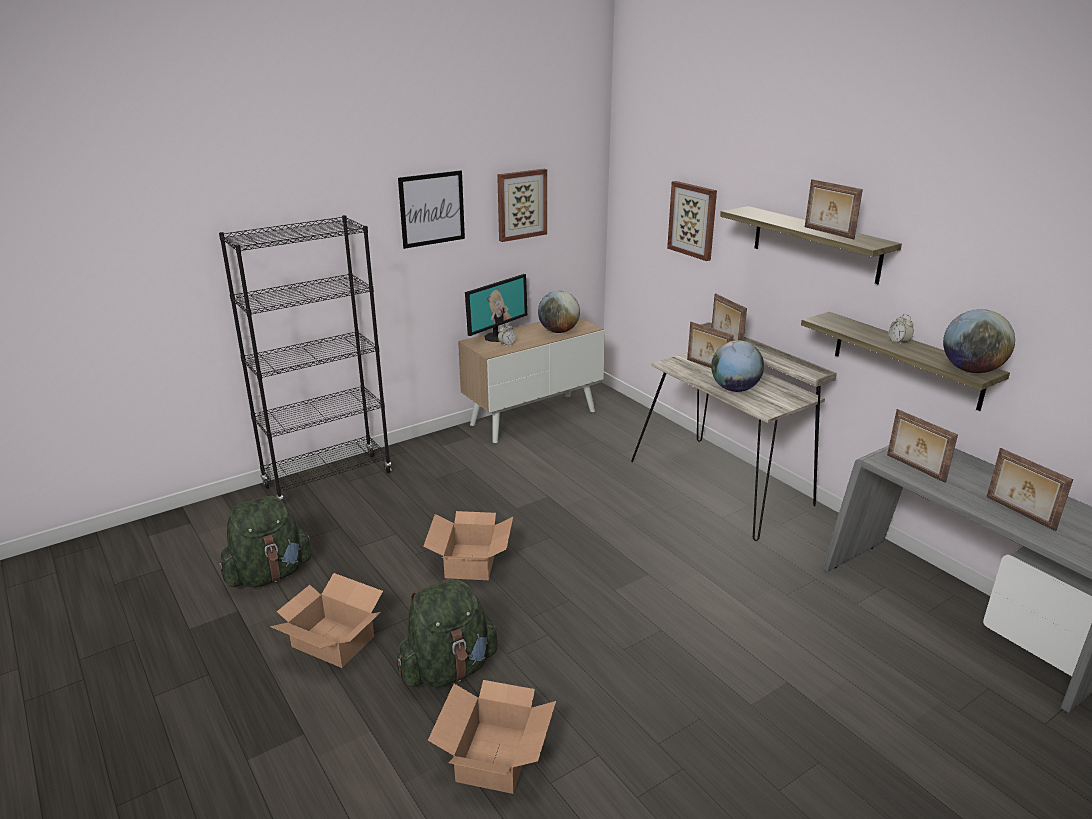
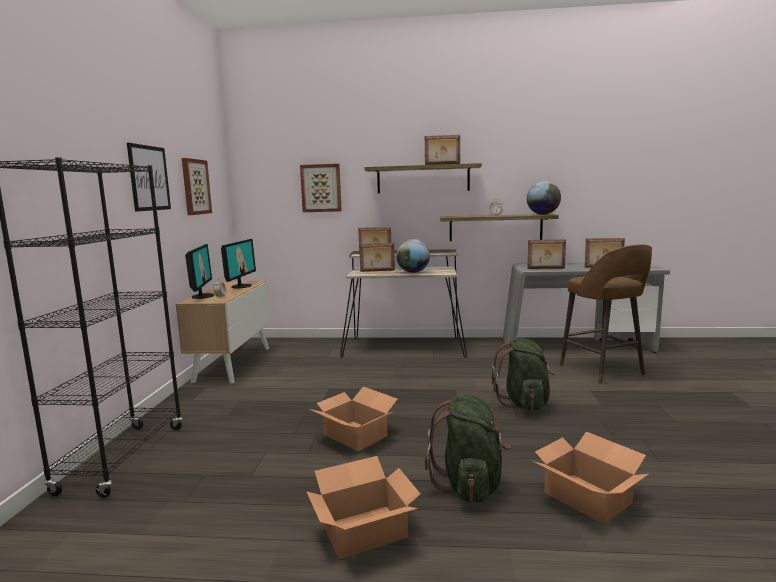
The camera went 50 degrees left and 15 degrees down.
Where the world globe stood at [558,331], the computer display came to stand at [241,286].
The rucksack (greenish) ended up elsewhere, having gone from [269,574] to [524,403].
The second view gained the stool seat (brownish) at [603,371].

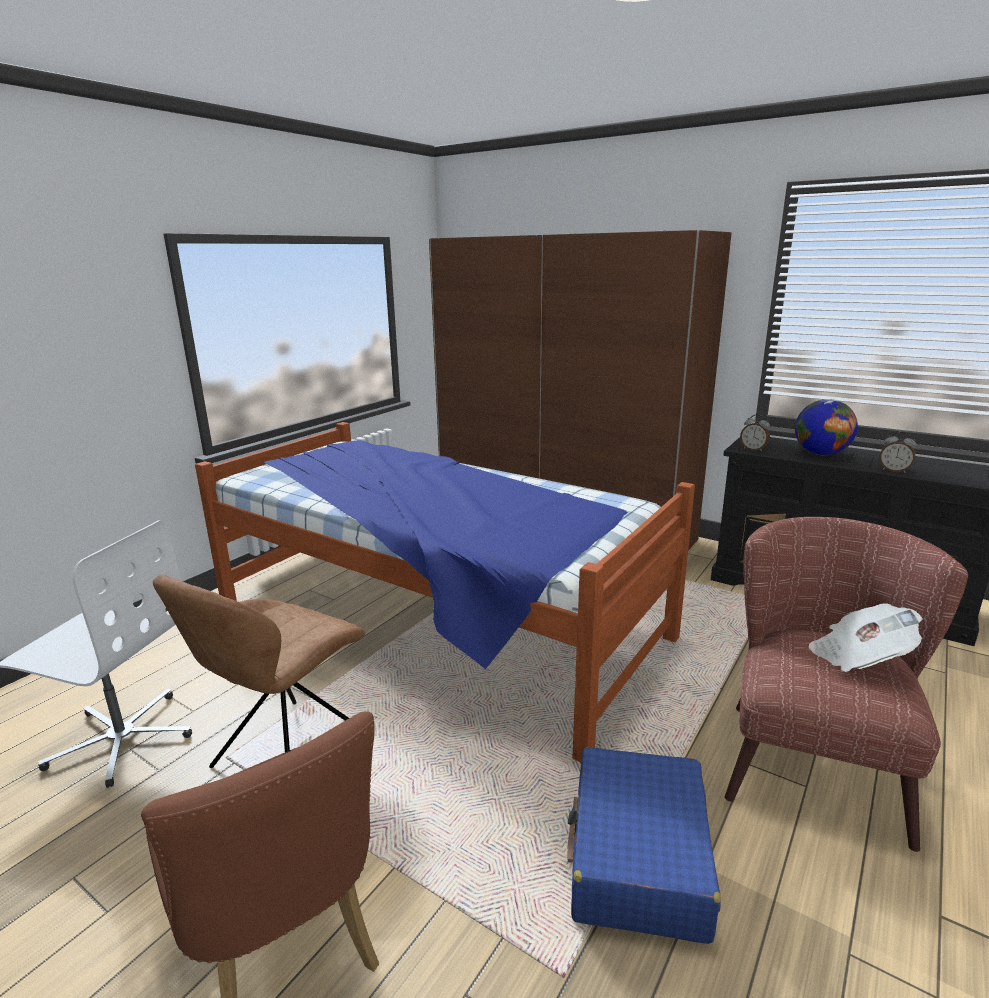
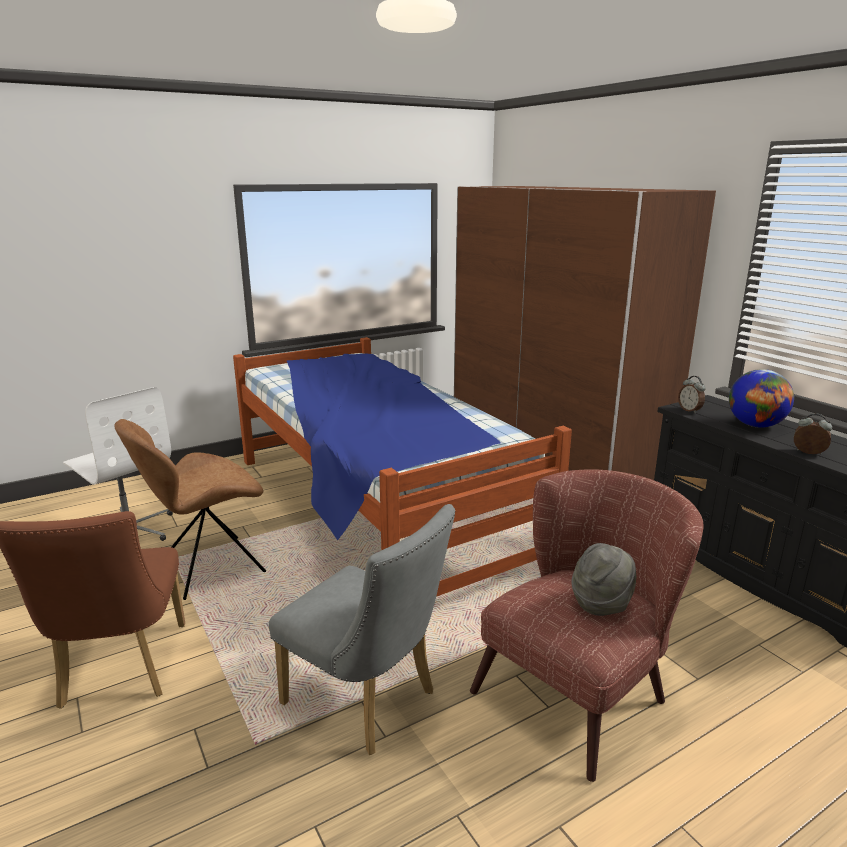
The camera went 25 degrees right and 0 degrees up.
The table clock at [894,470] ended up facing another way, 150 degrees clockwise from before.
Where the newspaper stood at [859,657], the clothing hat (grey) came to stand at [601,602].
Where the suitcase (blue) stood at [638,857], the plain chair (grey) came to stand at [368,702].

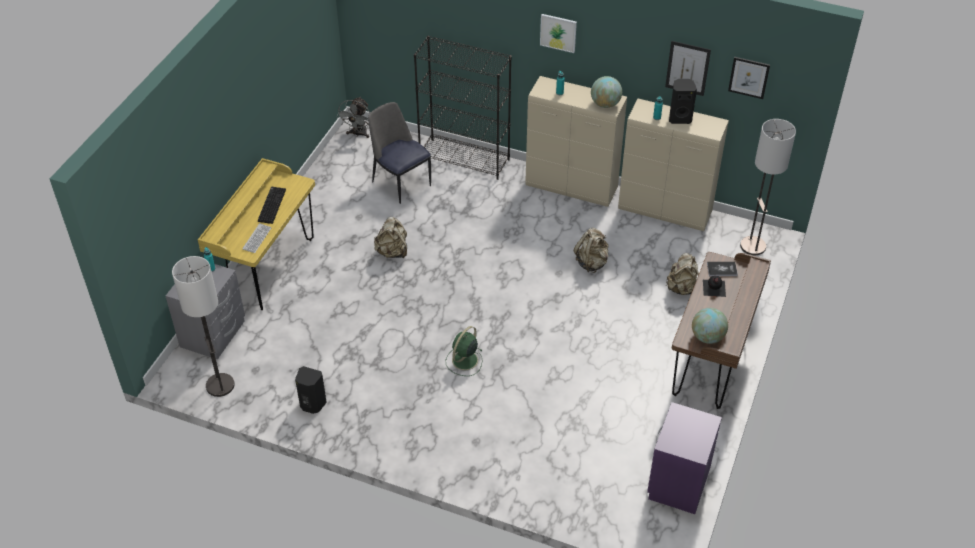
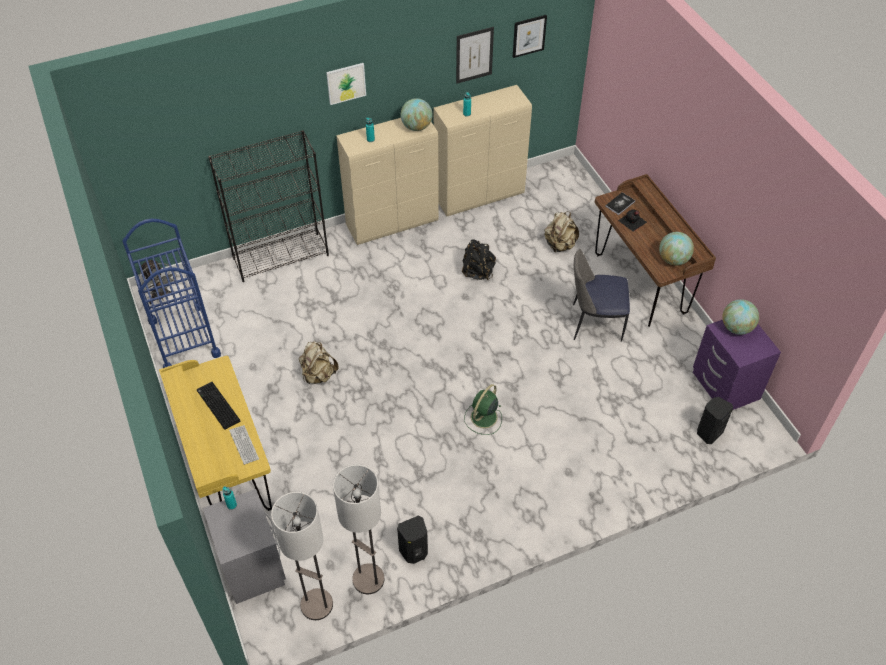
The camera went 45 degrees left and 5 degrees up.
The loudspeaker (black-coloured) ended up elsewhere, having gone from [679,118] to [708,432].
The plain chair ended up elsewhere, having gone from [400,182] to [594,323].
The standard lamp ended up elsewhere, having gone from [752,246] to [368,579].
What was the rucksack (sand-coloured) at [592,262] turned into the rucksack (black-coloured) at [478,271].
The electric fan (greenish) at [464,361] ended up facing another way, 45 degrees clockwise from before.
The second view gained the cart (blue) at [184,338].
The second view gained the world globe at [736,328].

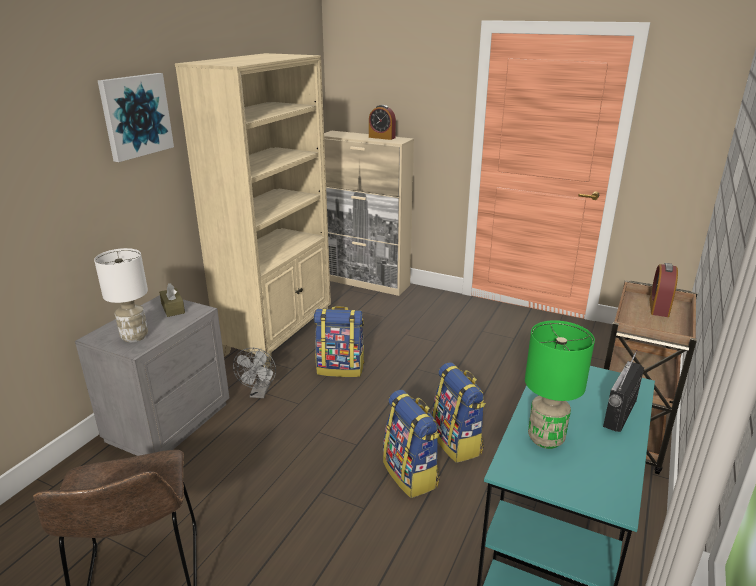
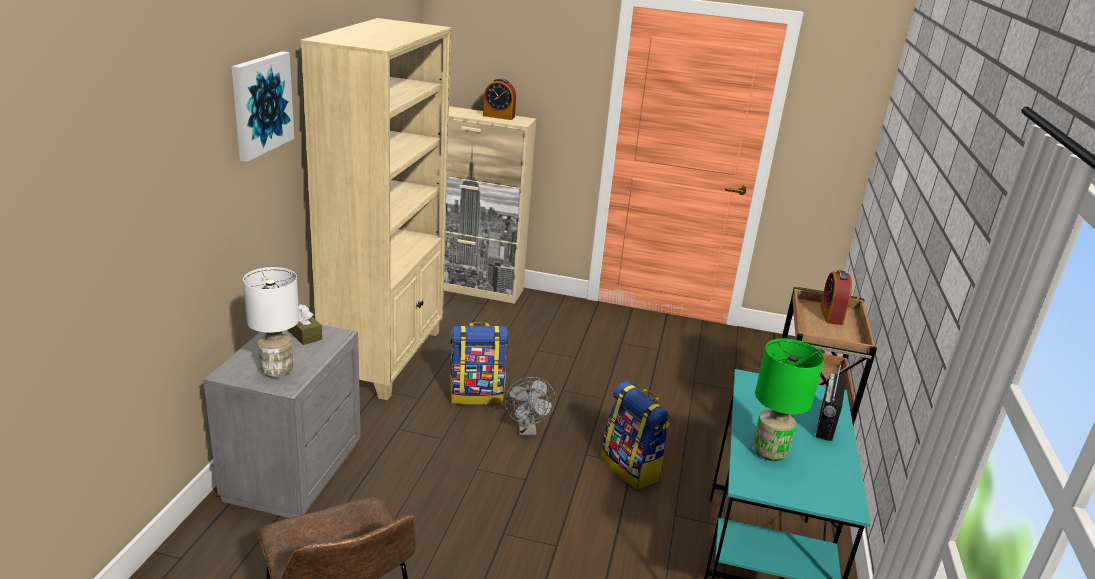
The camera went 15 degrees left and 0 degrees up.
The electric fan (grey) ended up elsewhere, having gone from [259,393] to [527,430].
The second view lost the rucksack at [411,474].

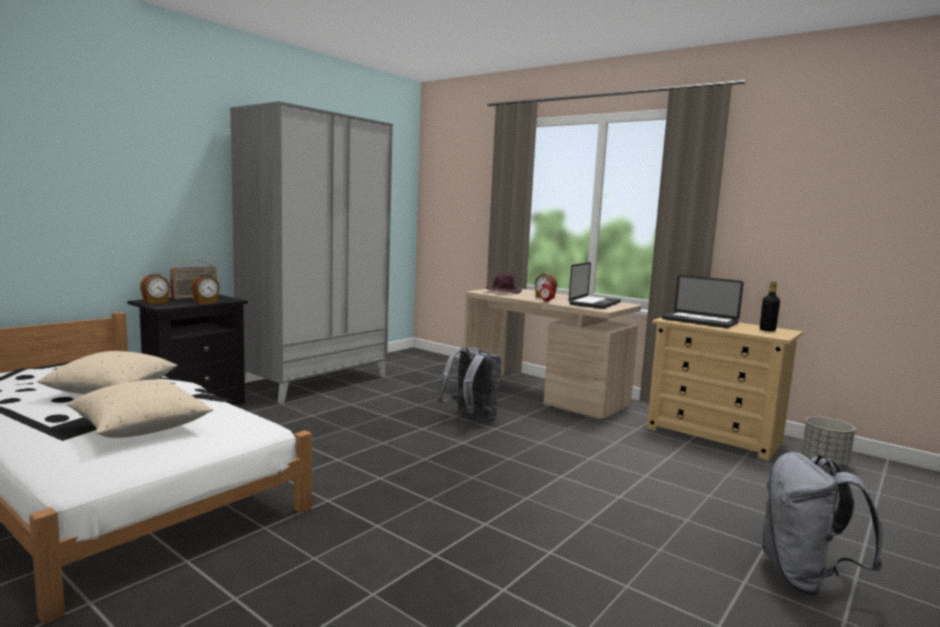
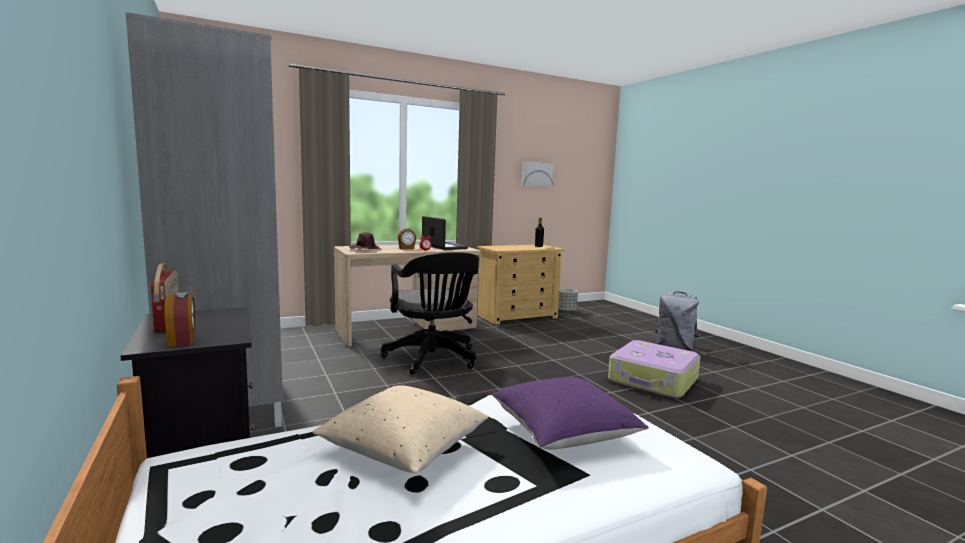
The camera went 65 degrees left and 0 degrees up.
The second view lost the table clock at [206,302].
The second view lost the laptop at [699,321].
Where the rucksack (grey) stood at [471,420], the computer chair (black-coloured) came to stand at [433,359].
What was the pillow (sand-coloured) at [141,429] turned into the pillow (purplish) at [563,433].
The second view gained the wall art at [537,174].
The second view gained the suitcase at [653,380].

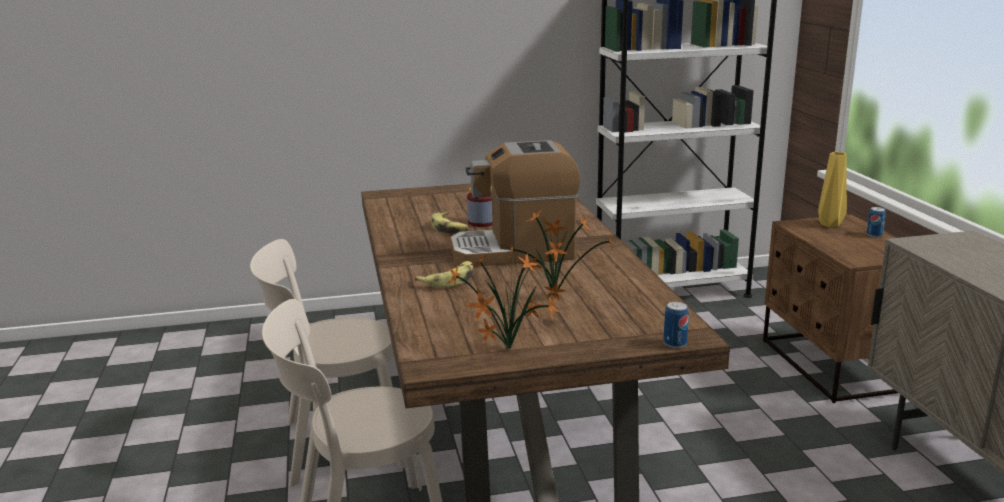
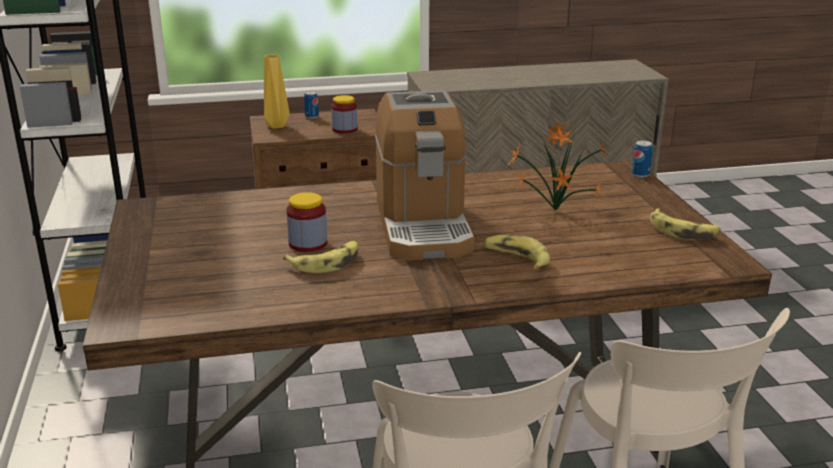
The camera went 90 degrees left and 5 degrees up.
Where the plant in a pot stood at [506,350], the banana came to stand at [683,231].
The second view gained the preserve jar at [344,129].

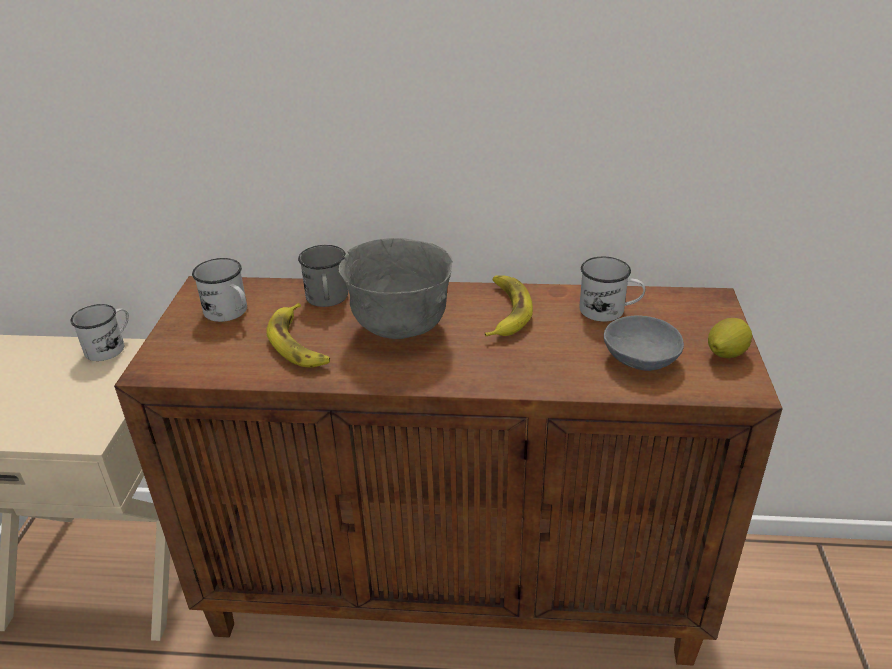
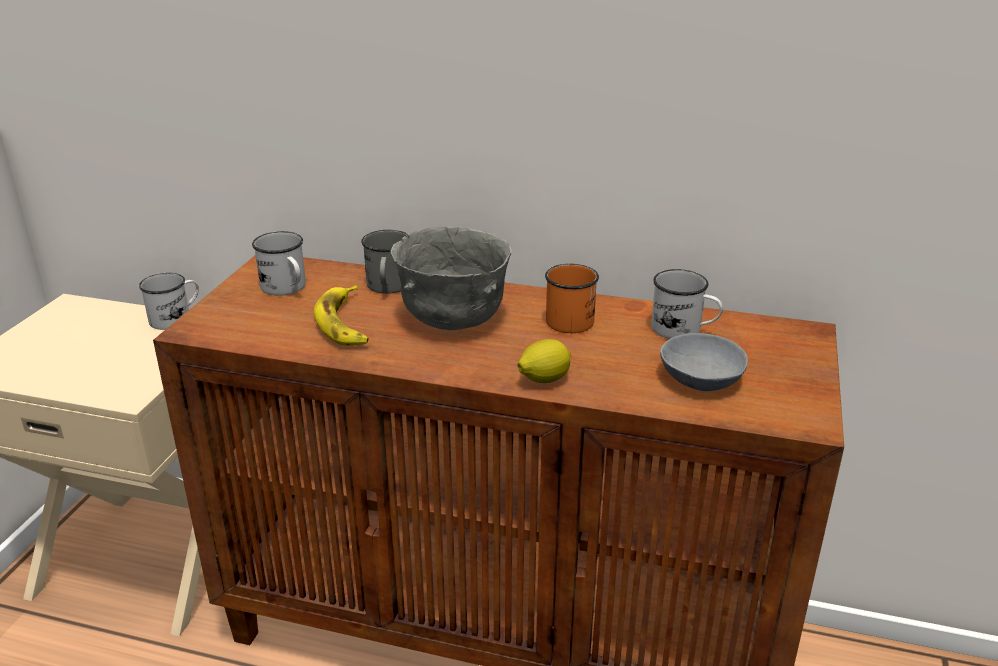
The camera went 10 degrees right and 5 degrees down.
Where the banana stood at [505,311], the mug (orangey) came to stand at [570,318].
The whole lemon ended up elsewhere, having gone from [725,354] to [543,380].

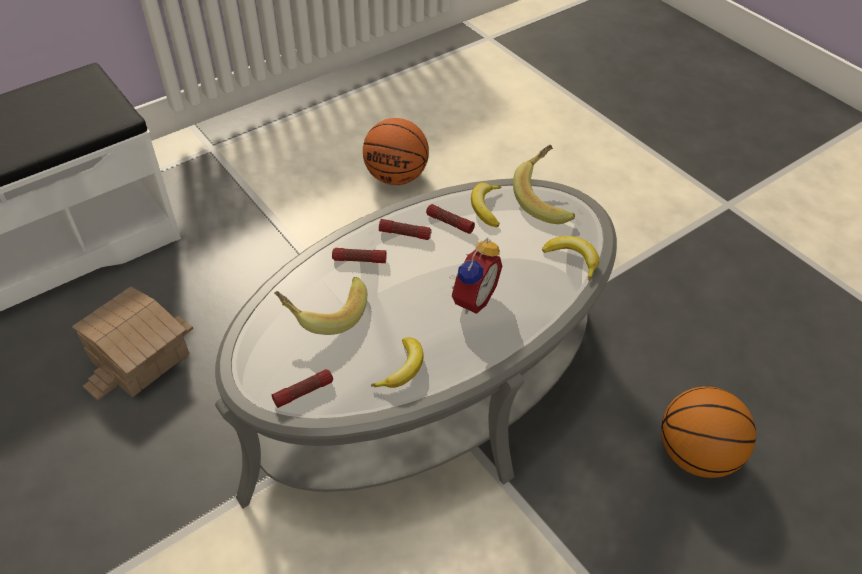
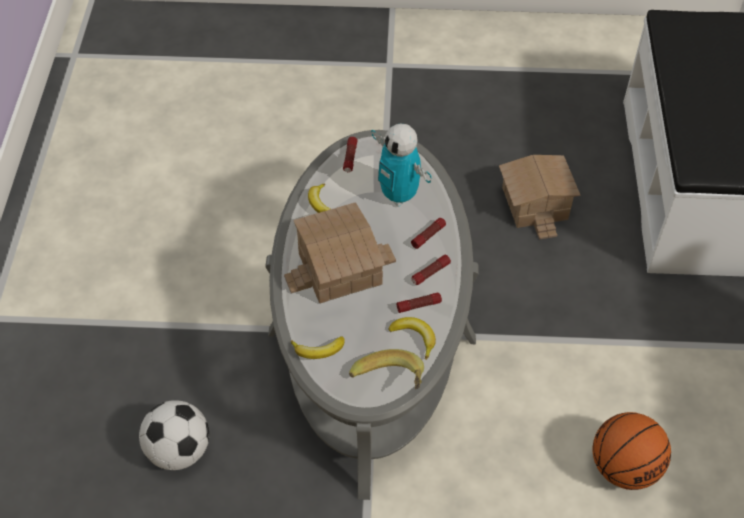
The camera went 130 degrees right and 5 degrees up.
Where the table clock stood at [471,299], the model house came to stand at [341,270].
Where the banana stood at [324,313], the model robot came to stand at [399,195].
Where the basketball stood at [696,455], the football came to stand at [179,450].

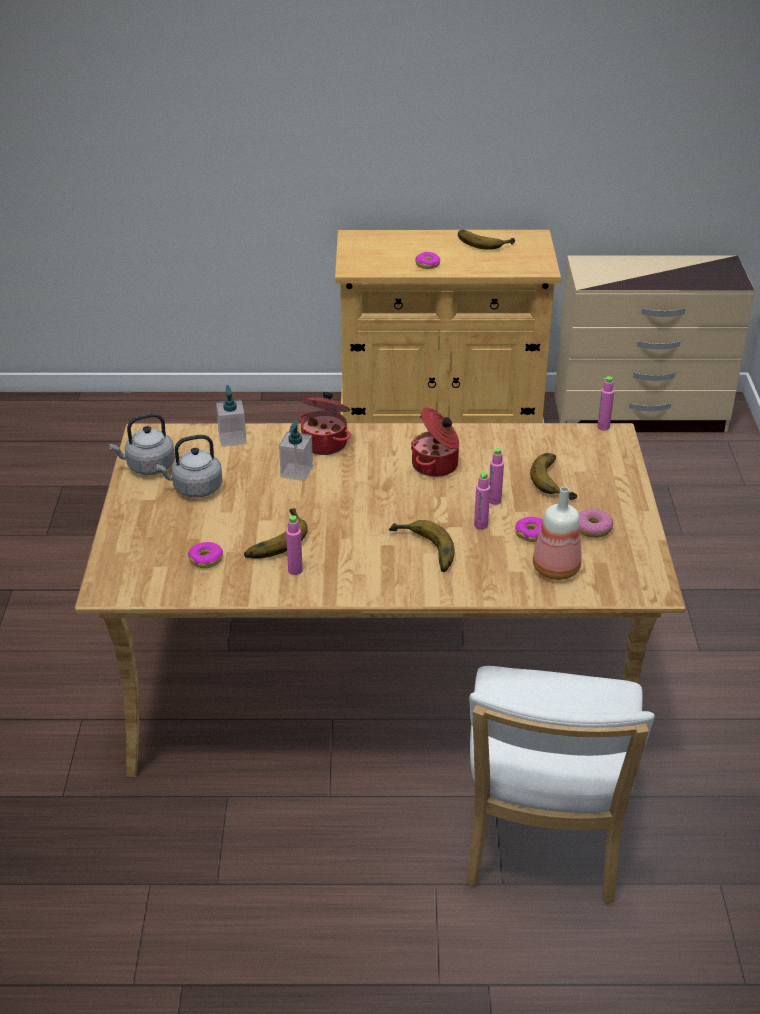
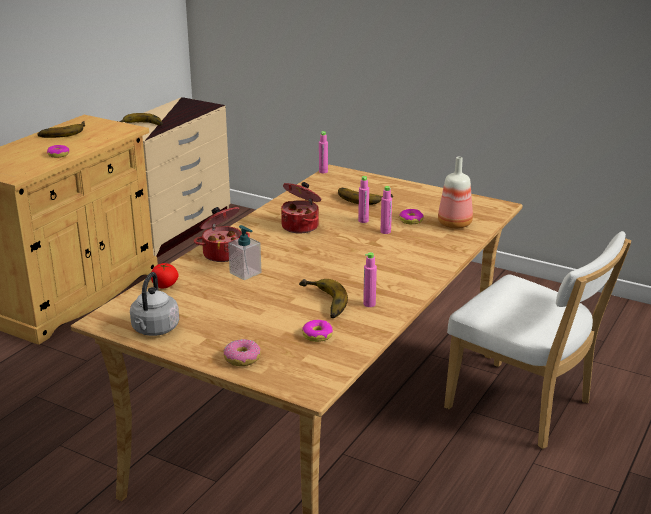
The camera went 60 degrees left and 10 degrees down.
Where the soap bottle stood at [232,438], the tomato came to stand at [164,285].
The second view lost the kettle (grey) at [195,489].
The donut ended up elsewhere, having gone from [592,529] to [242,359].
The banana ended up elsewhere, having gone from [422,551] to [140,125].

